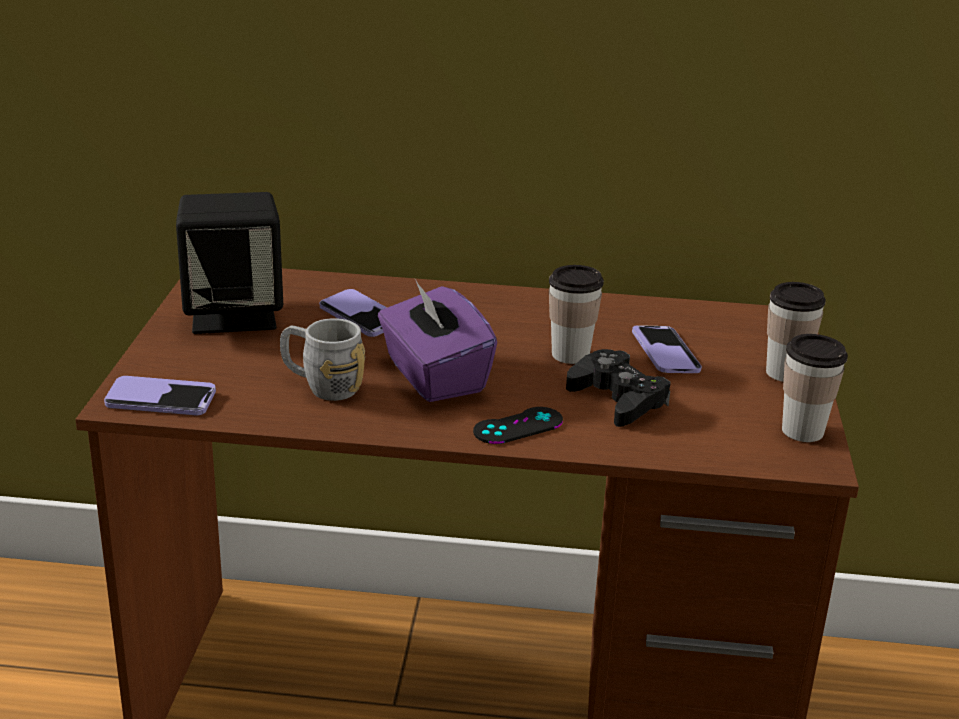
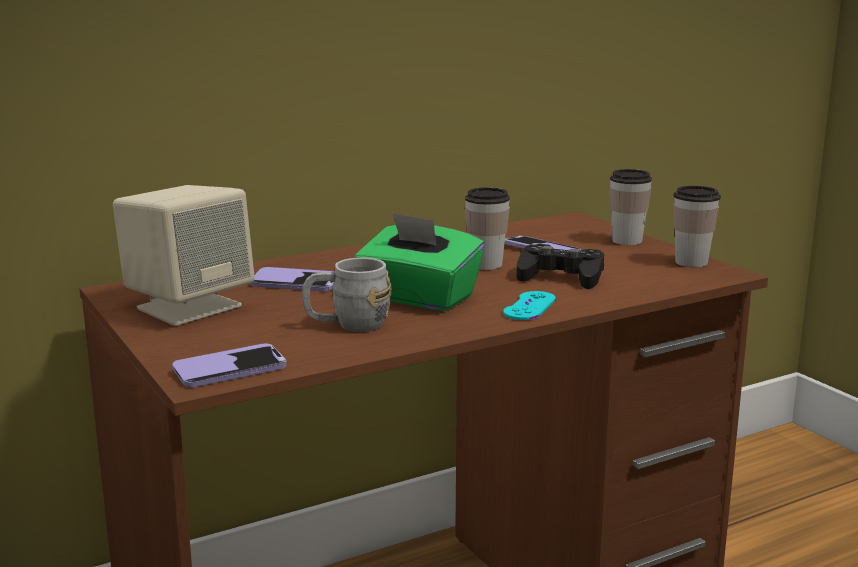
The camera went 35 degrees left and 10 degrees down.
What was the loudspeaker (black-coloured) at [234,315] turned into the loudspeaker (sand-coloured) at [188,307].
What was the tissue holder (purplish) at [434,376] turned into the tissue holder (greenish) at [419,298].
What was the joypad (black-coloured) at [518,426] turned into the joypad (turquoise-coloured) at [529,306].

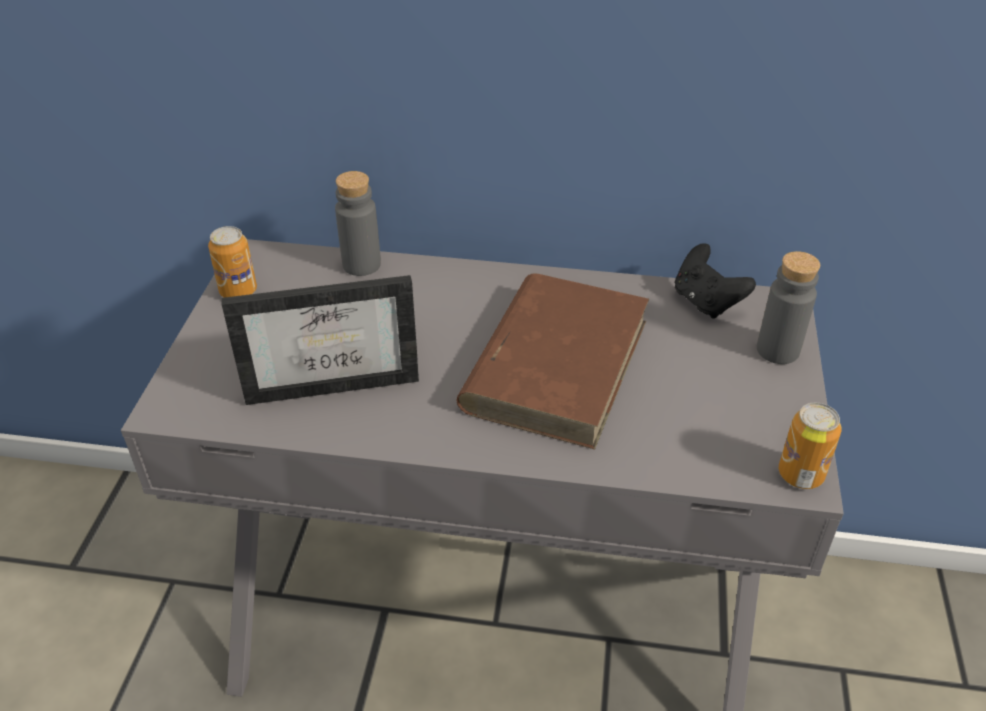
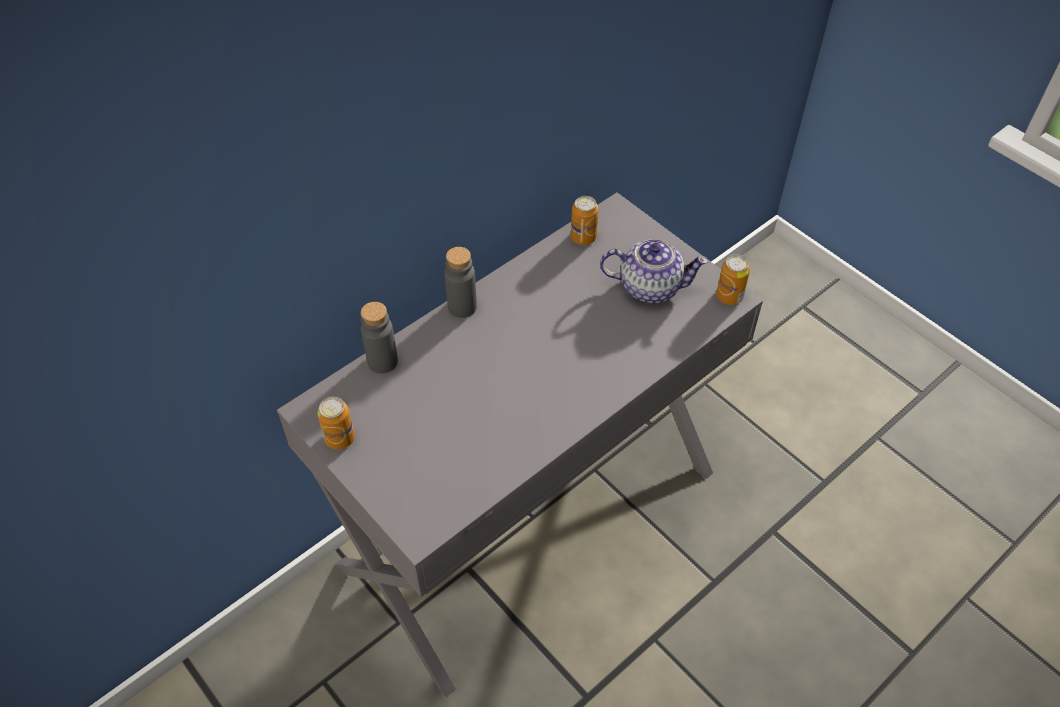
The camera went 50 degrees left and 10 degrees up.
Where the joypad (black-coloured) stood at [706,302], the can came to stand at [583,237].
The beverage bottle (grey) ended up elsewhere, having gone from [777,350] to [462,307].
The second view lost the book (brownish) at [557,363].
The second view lost the picture frame at [335,377].
The second view gained the tea pot at [649,287].

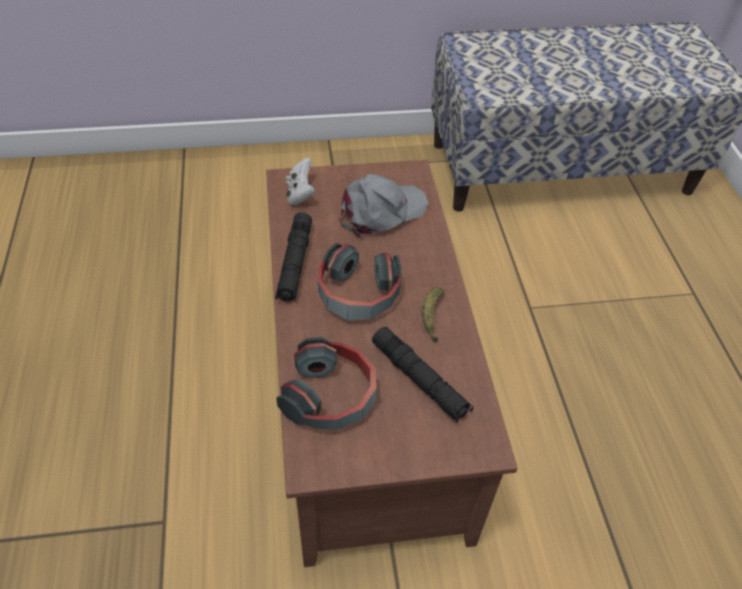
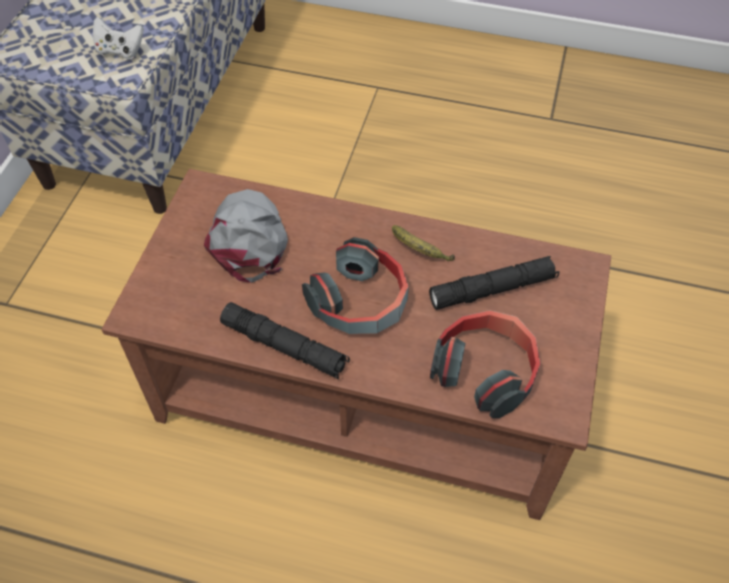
The camera went 65 degrees left and 5 degrees up.
The joypad (whitish) ended up elsewhere, having gone from [300,193] to [120,51].

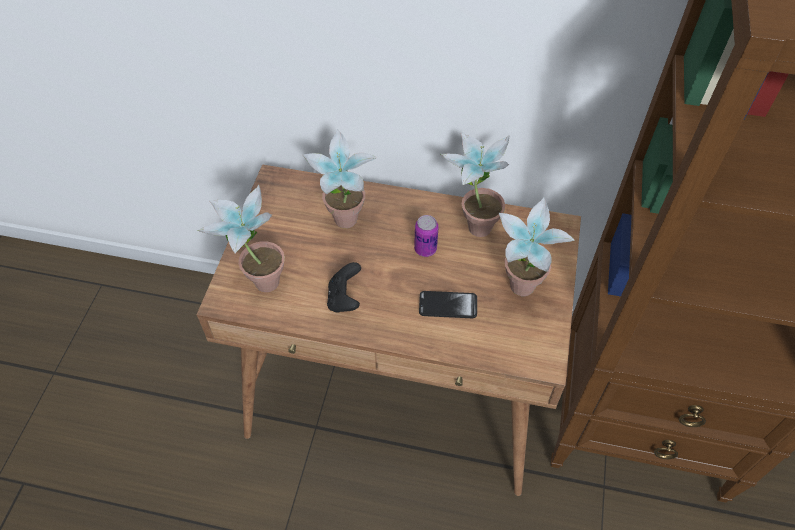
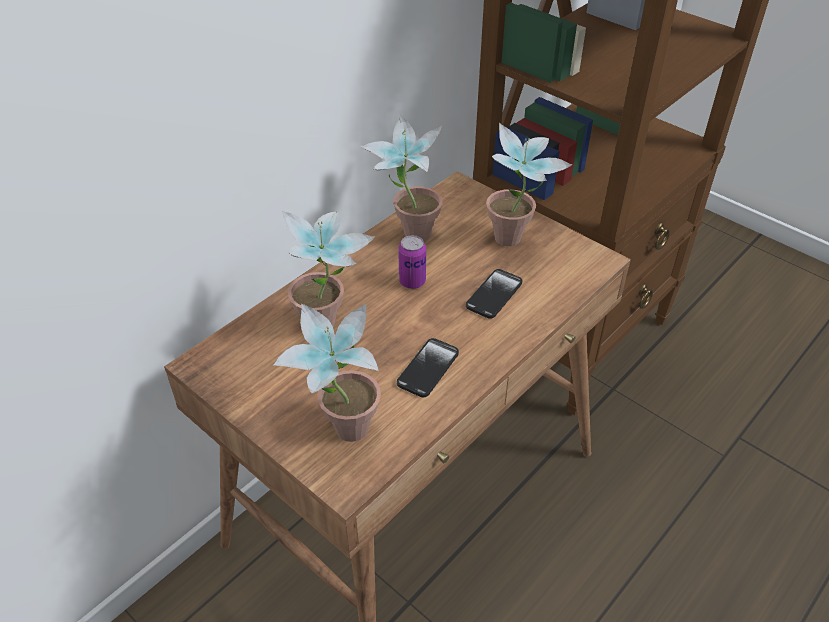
The camera went 60 degrees left and 10 degrees down.
Where the joypad (black-coloured) stood at [344,299], the telephone came to stand at [428,368].

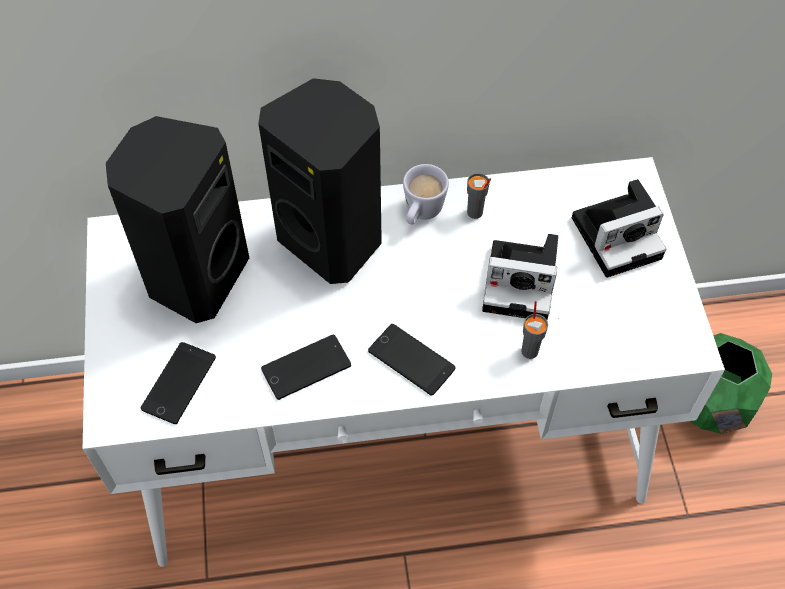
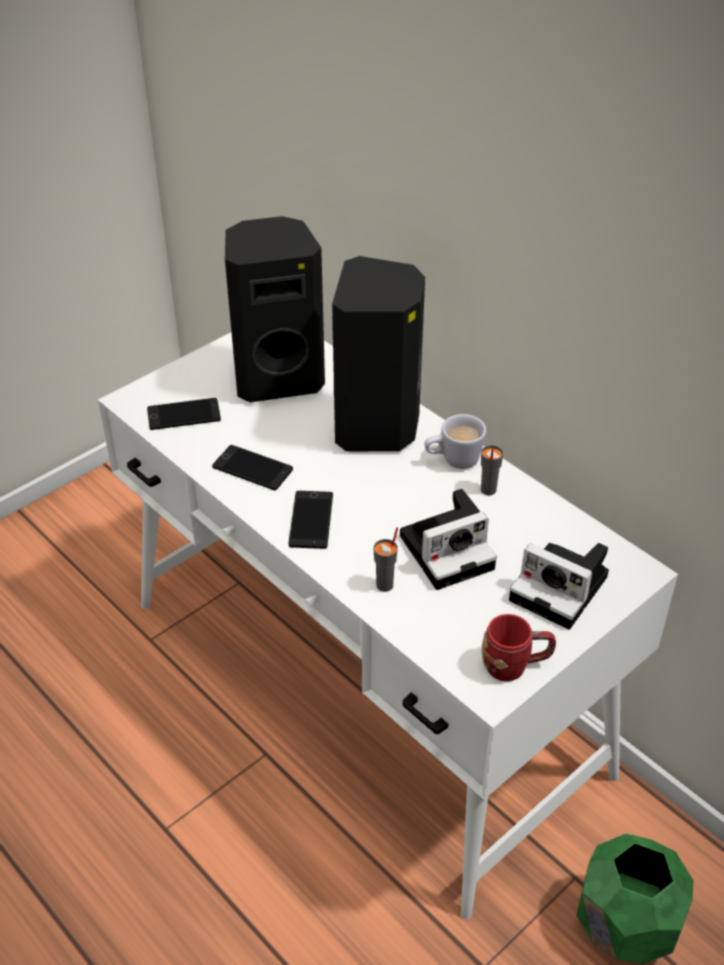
The camera went 55 degrees right and 15 degrees down.
The photo camera at [523,282] ended up facing another way, 90 degrees counterclockwise from before.
The second view gained the mug (reddish) at [515,666].

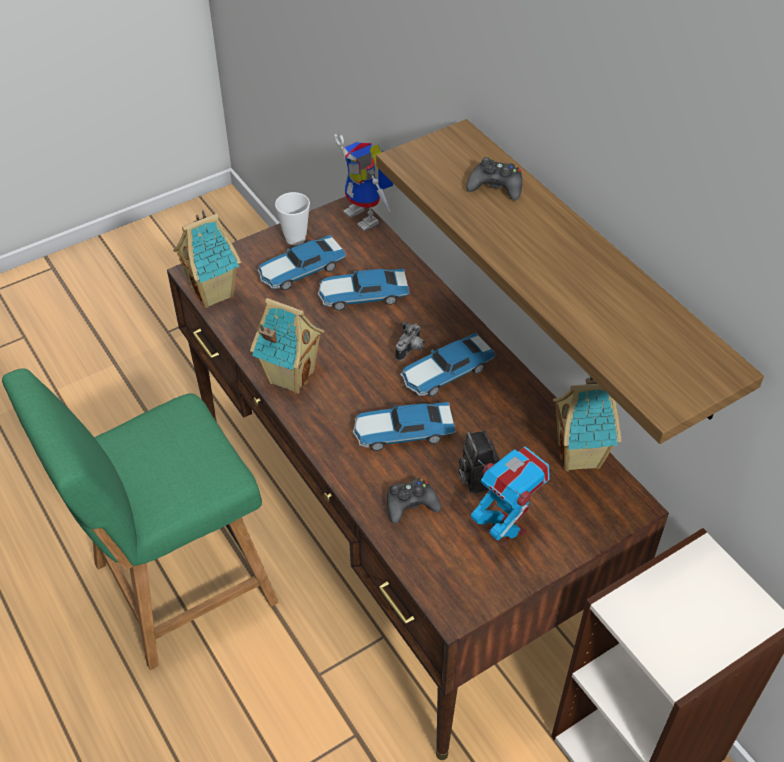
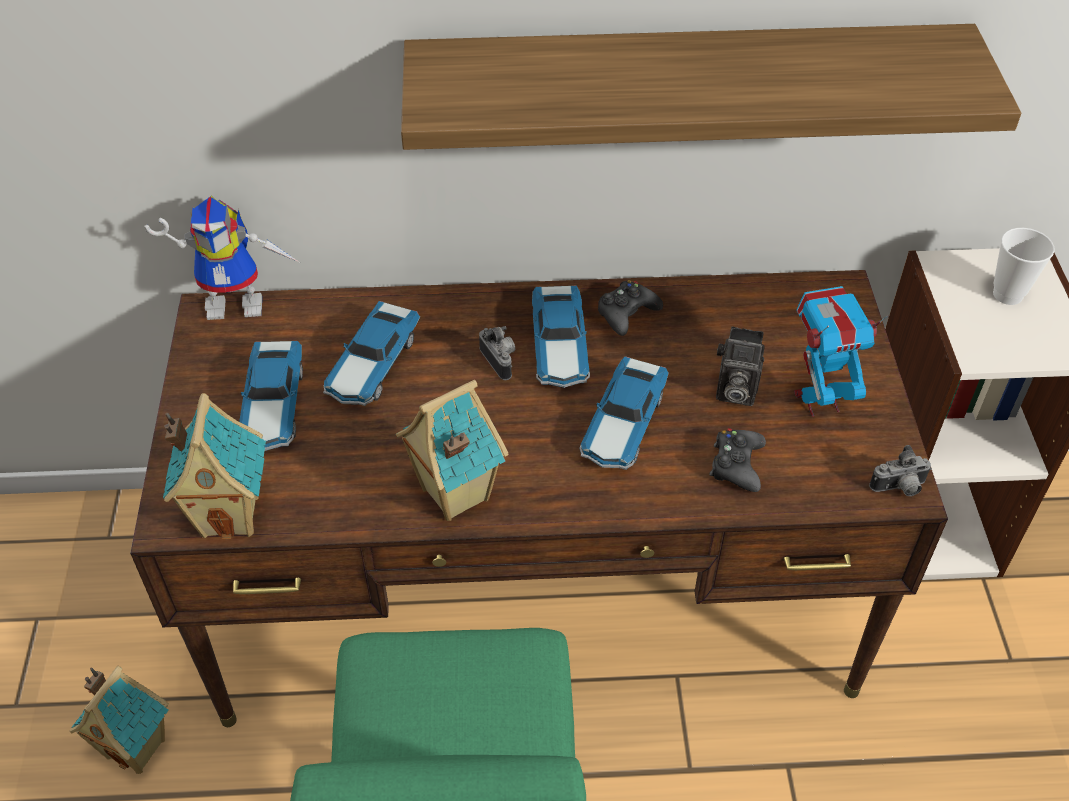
The camera went 60 degrees left and 0 degrees up.
The joypad (black-coloured) ended up elsewhere, having gone from [496,186] to [626,313].
The small cup ended up elsewhere, having gone from [295,238] to [1007,294].
The model house ended up elsewhere, having gone from [580,456] to [138,747].
The second view gained the photo camera at [899,488].

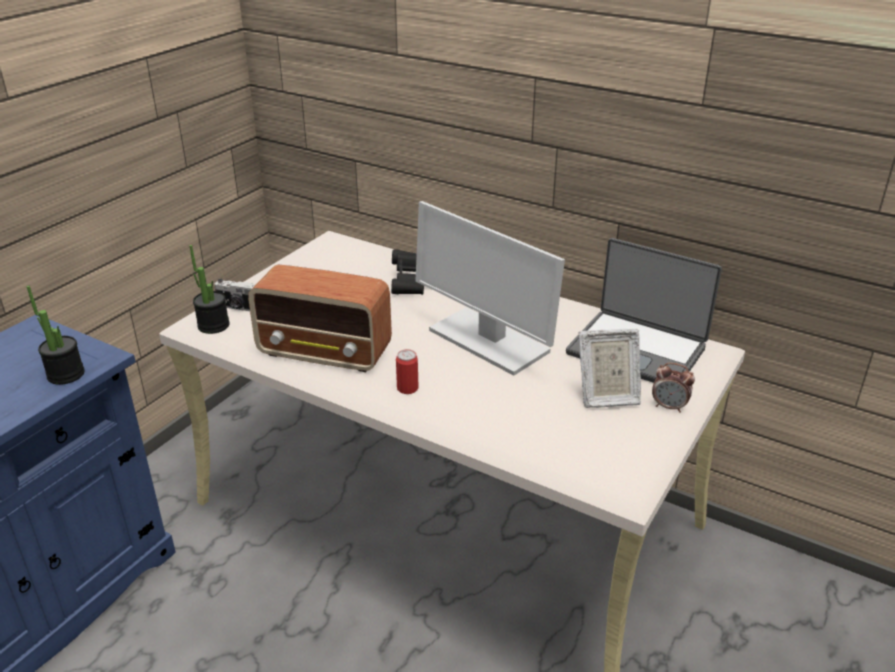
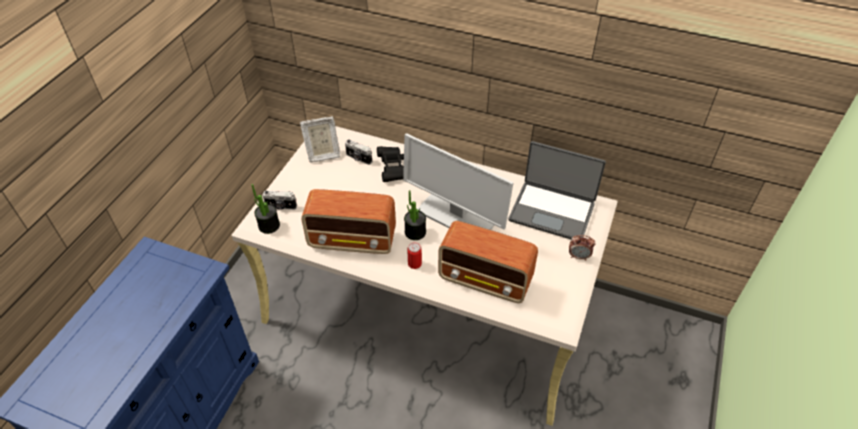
The camera went 10 degrees left and 15 degrees up.
The plant in a pot ended up elsewhere, having gone from [66,374] to [415,232].
The picture frame ended up elsewhere, having gone from [606,397] to [322,154].
The second view gained the photo camera at [358,158].
The second view gained the radio receiver at [486,280].

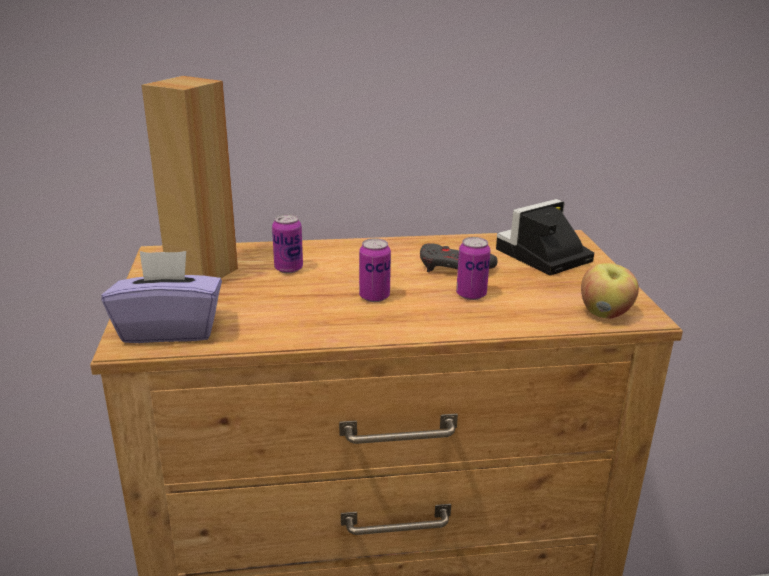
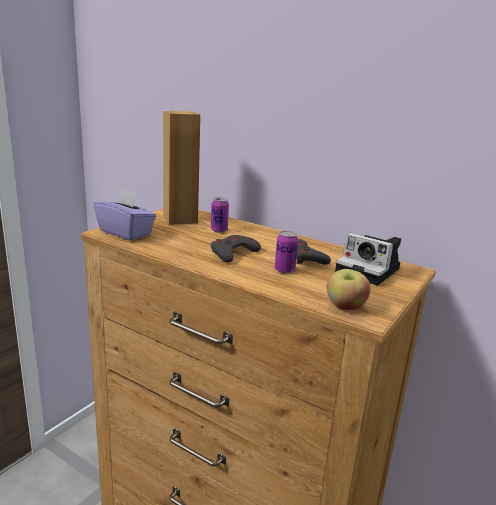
The camera went 40 degrees right and 5 degrees down.
The photo camera at [542,256] ended up facing another way, 150 degrees counterclockwise from before.
Where the can stood at [374,297], the joypad (grey) came to stand at [233,253].

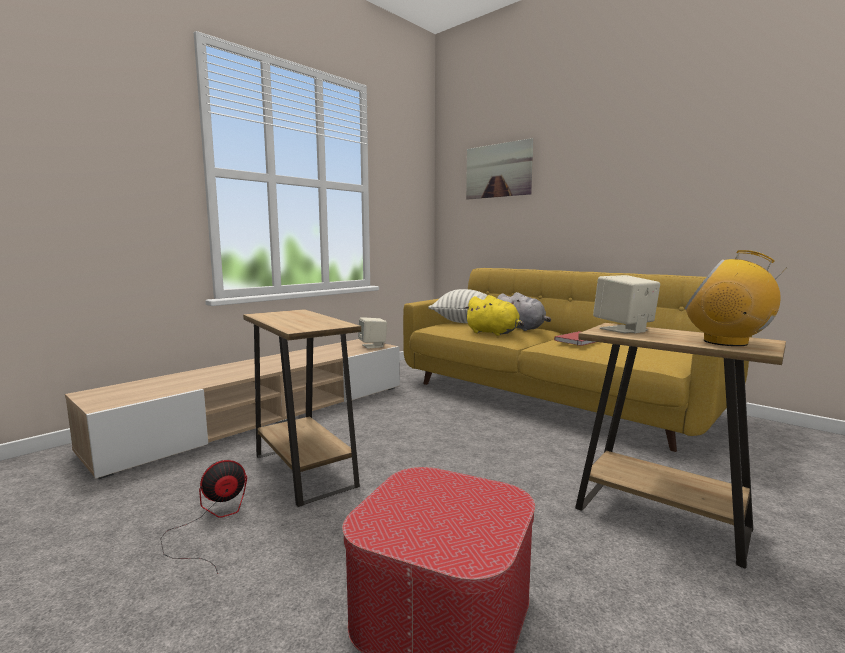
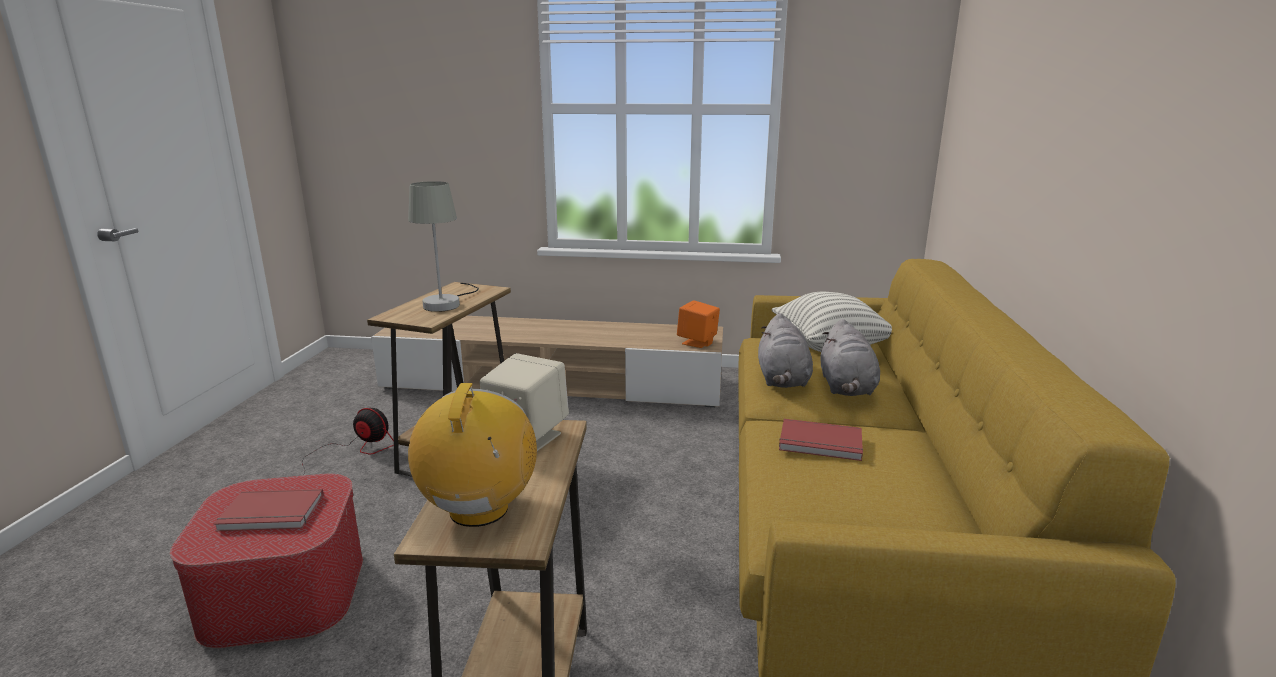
The camera went 55 degrees right and 10 degrees up.
The second view lost the wall art at [498,170].
What was the cuddly toy (yellow-coloured) at [494,333] turned into the cuddly toy (grey) at [782,380].
What was the loudspeaker (sand-coloured) at [373,346] turned into the loudspeaker (orangey) at [697,342].
The second view gained the tabletop lamp (grey) at [447,302].
The second view gained the book (reddish) at [271,514].

